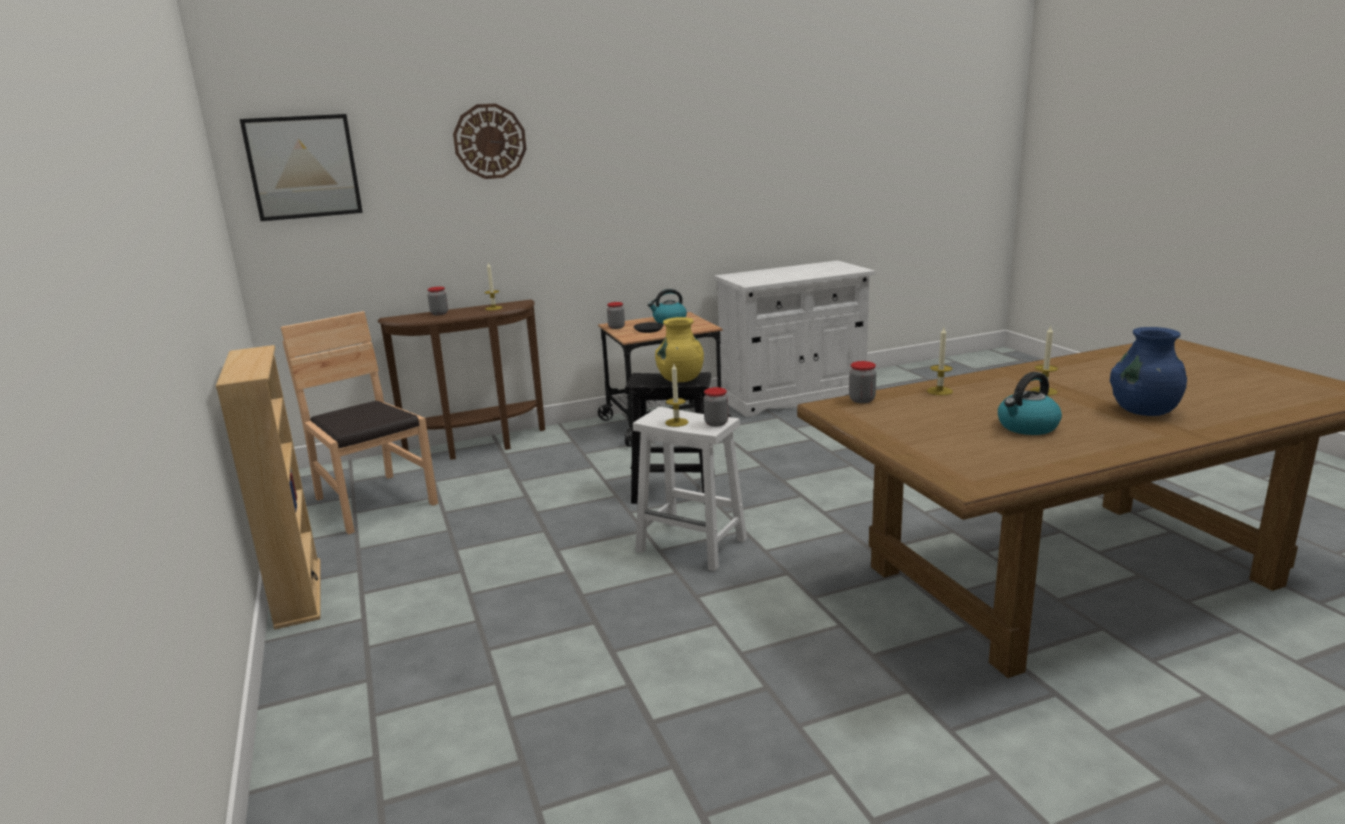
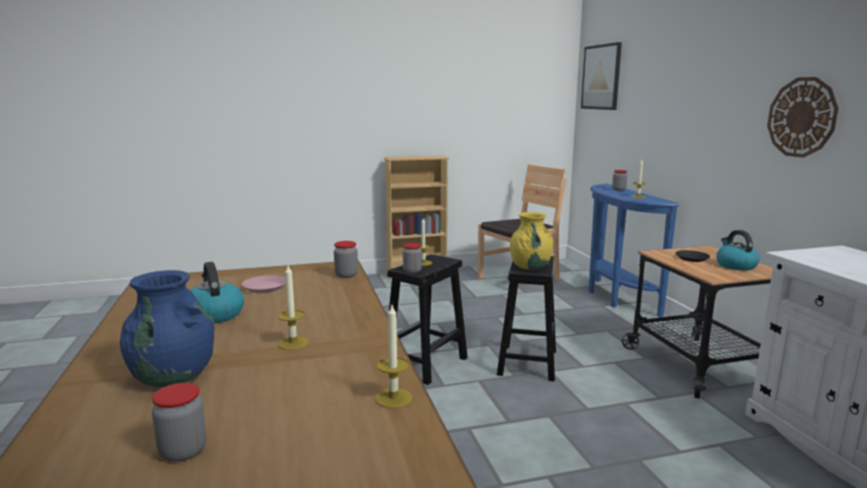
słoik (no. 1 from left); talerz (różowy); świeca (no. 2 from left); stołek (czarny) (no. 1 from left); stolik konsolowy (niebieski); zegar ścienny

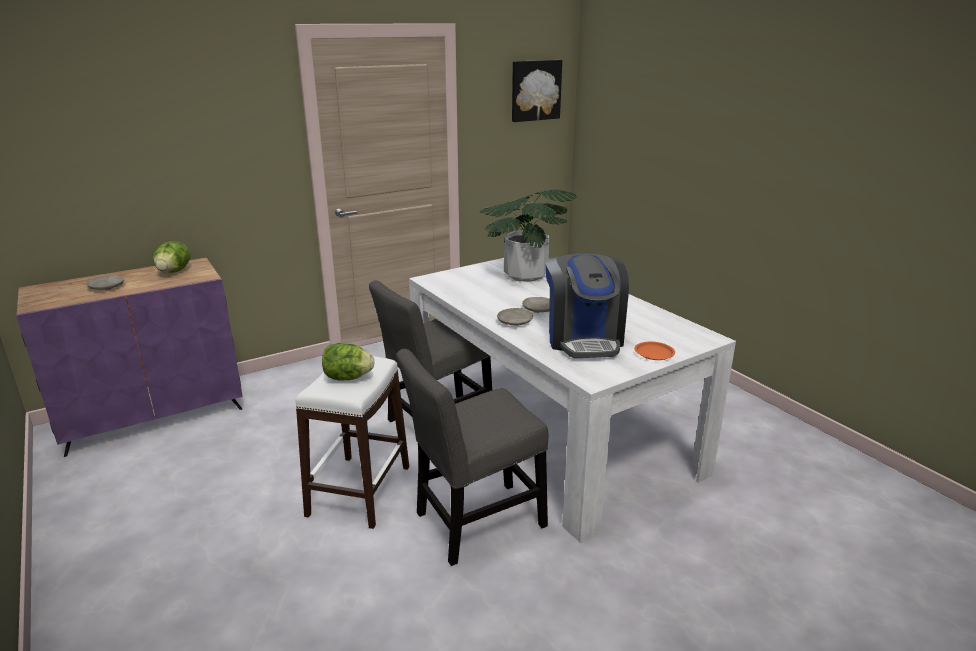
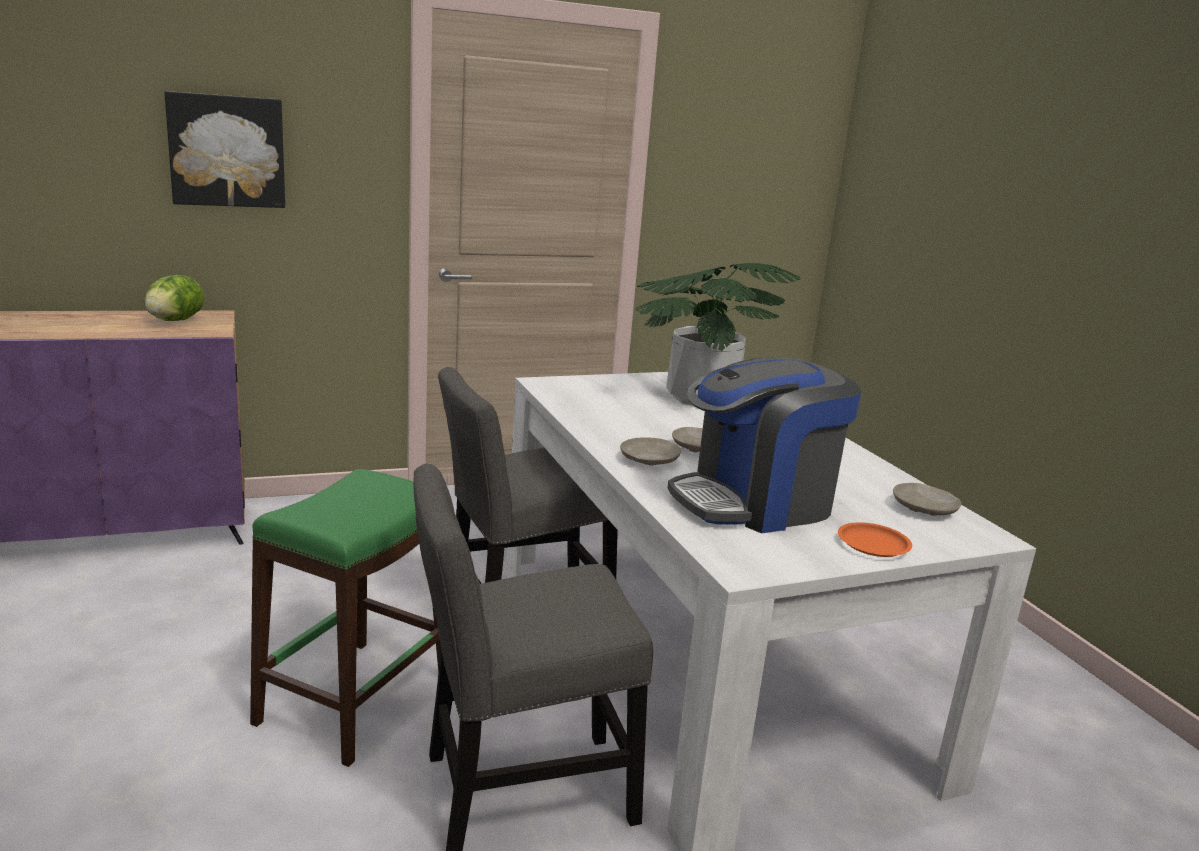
obraz; stołek (zielony); ekspres do kawy; talerz (beżowy) (no. 3 from left); sałata (no. 2 from left in the first image)

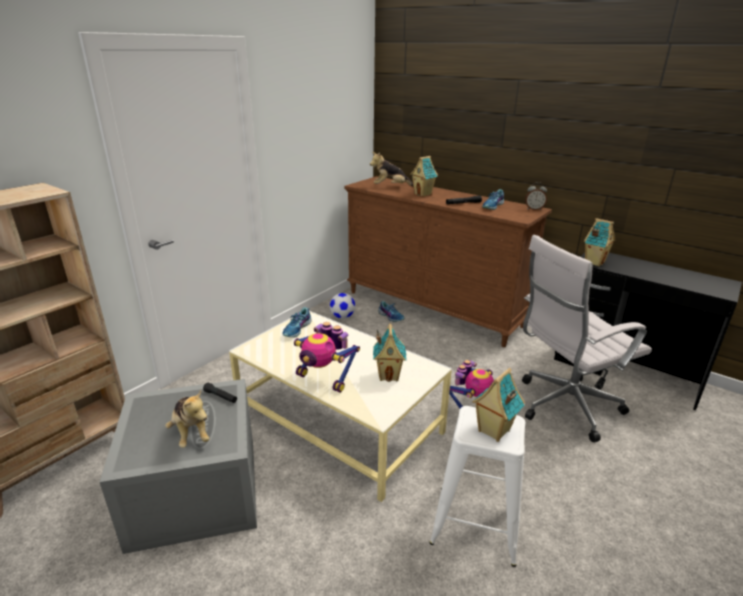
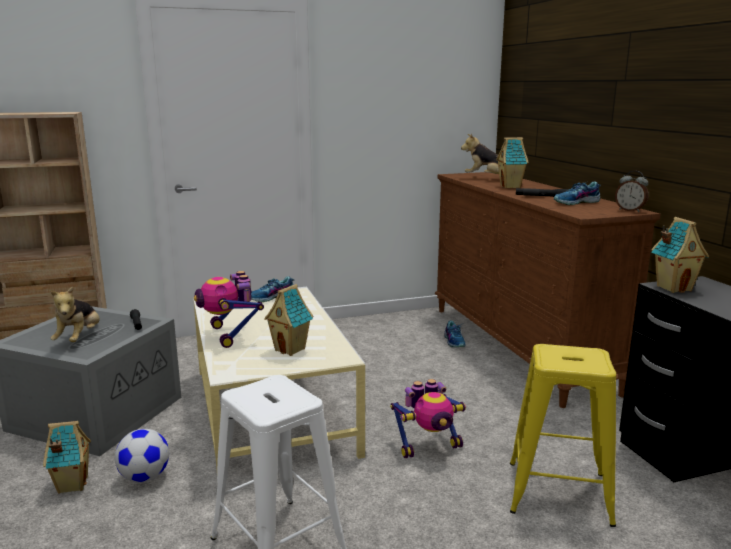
domek (no. 1 from left); piłka futbolowa; stołek (żółty)

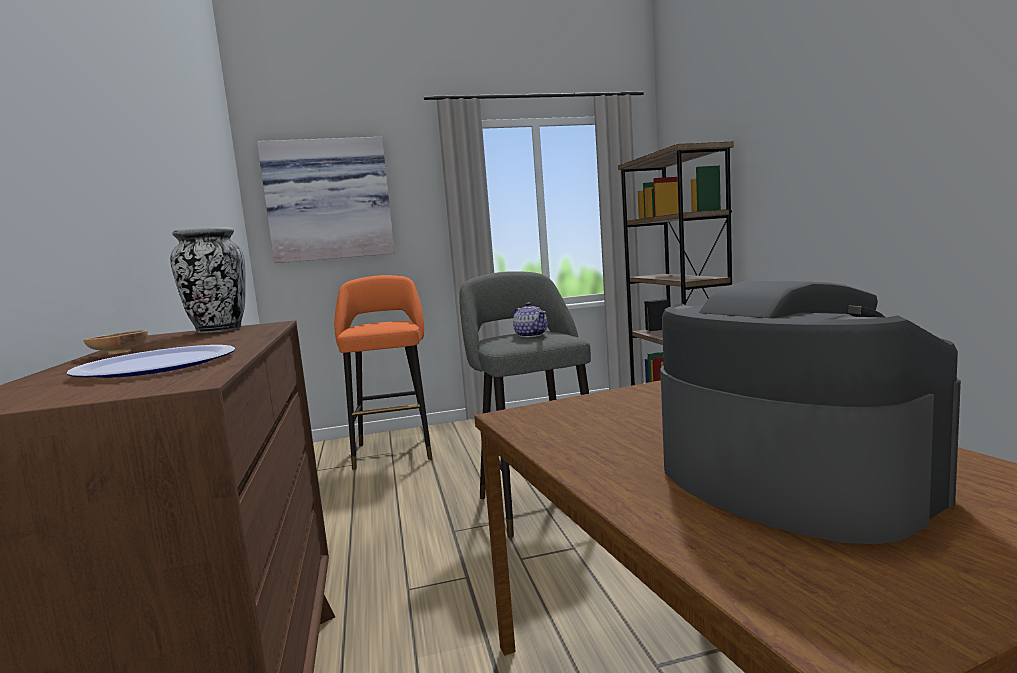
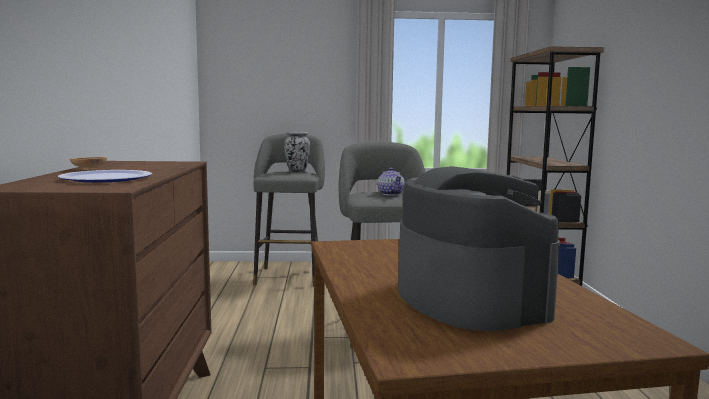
stołek (szary) (no. 1 from left); wazon; obraz

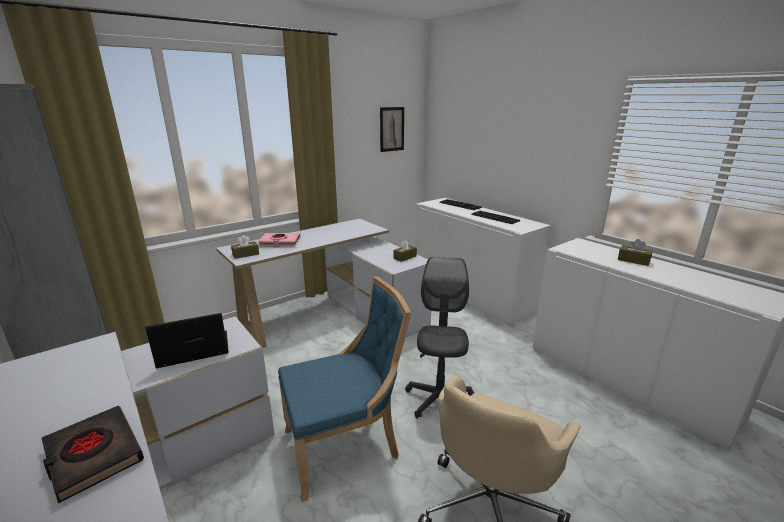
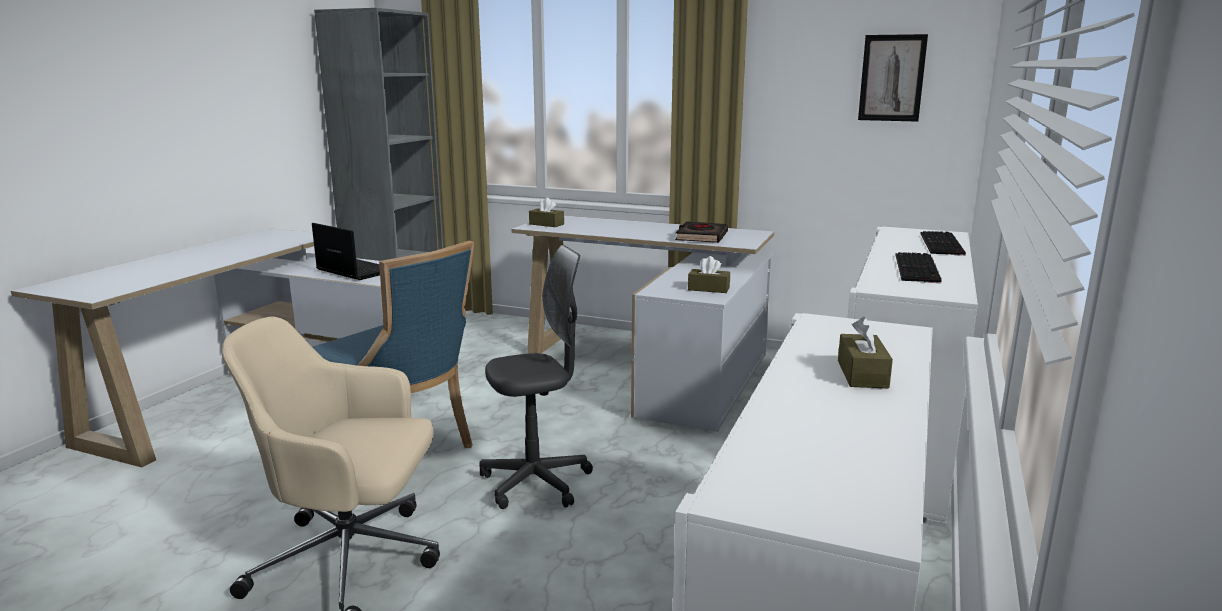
książka (czarny); książka (różowy)

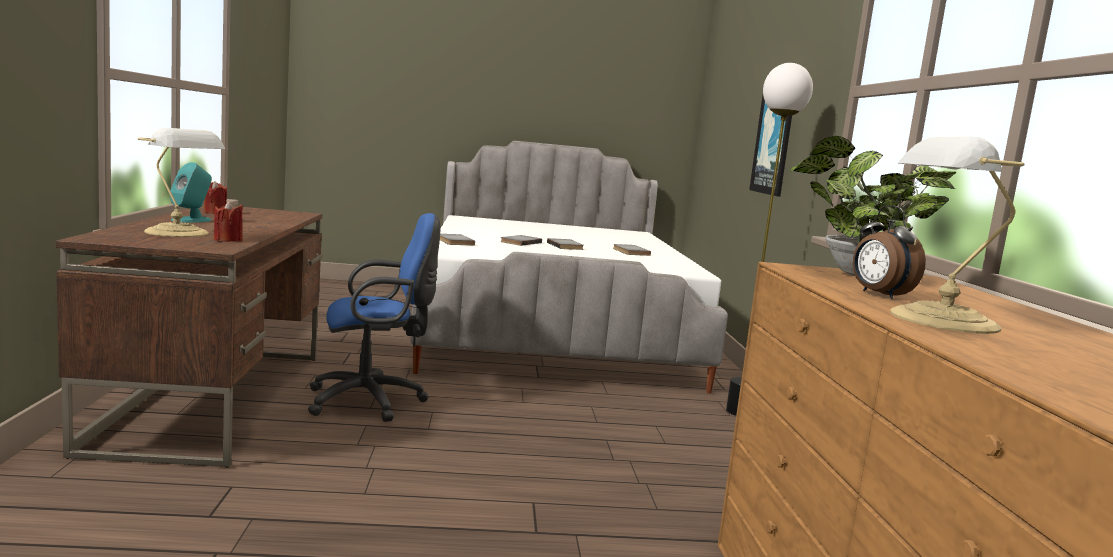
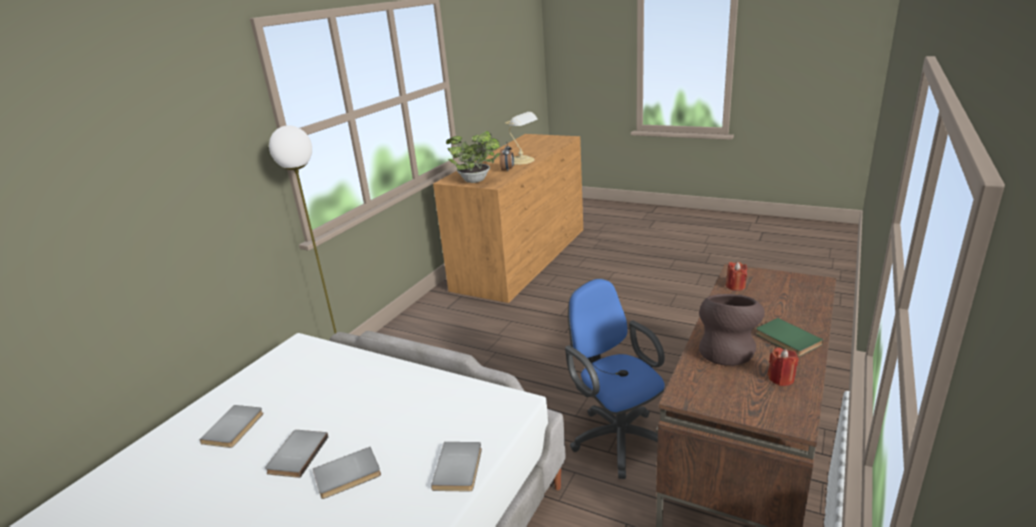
krzesło biurowe (niebieski); wazon (brązowy); książka (zielony); lampa stołowa (no. 1 from left in the first image); obraz

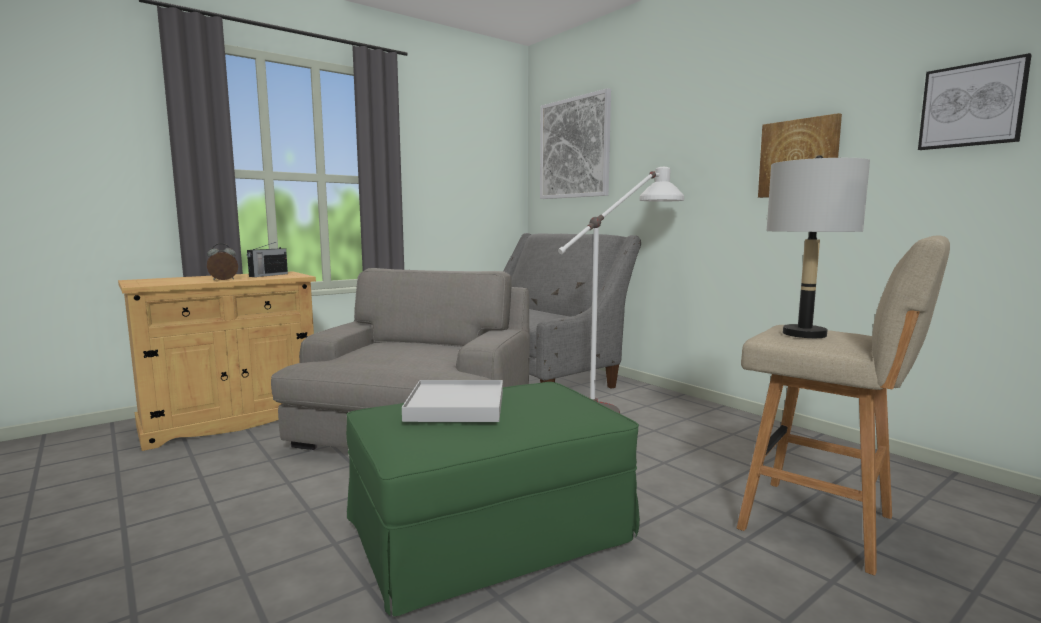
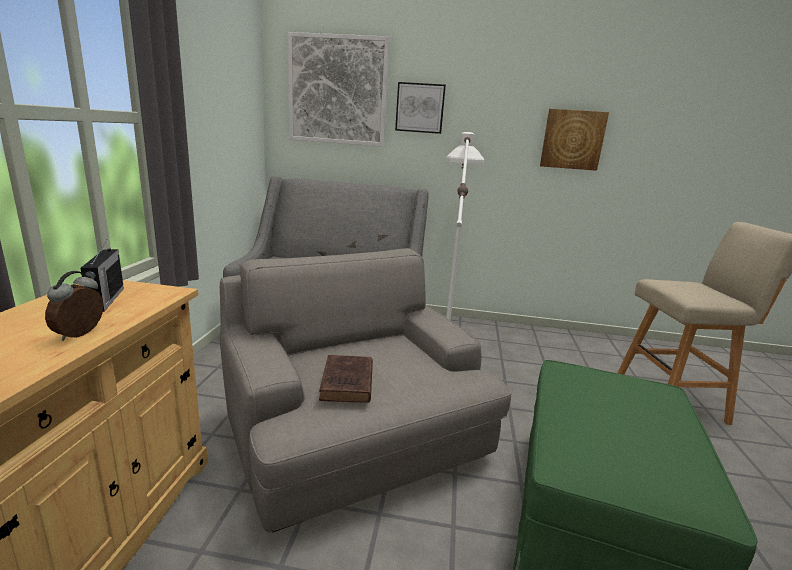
książka (brązowy); obraz (no. 2 from left); taca (biały); lampa stołowa (szary)

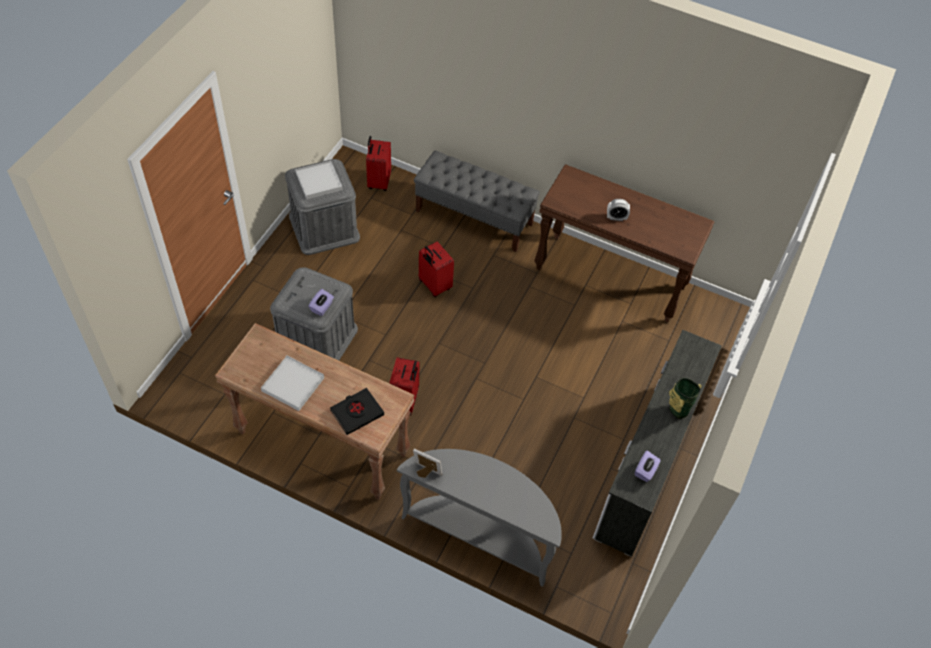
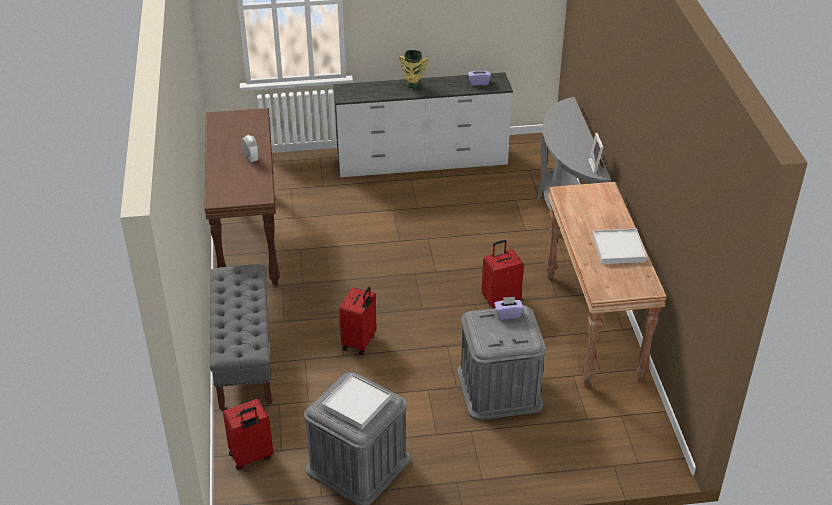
książka (czarny)

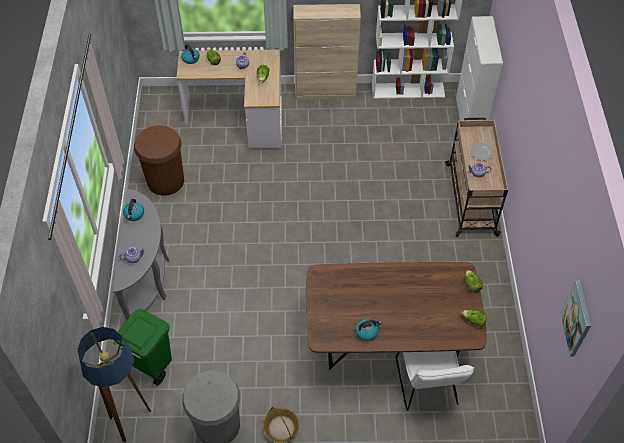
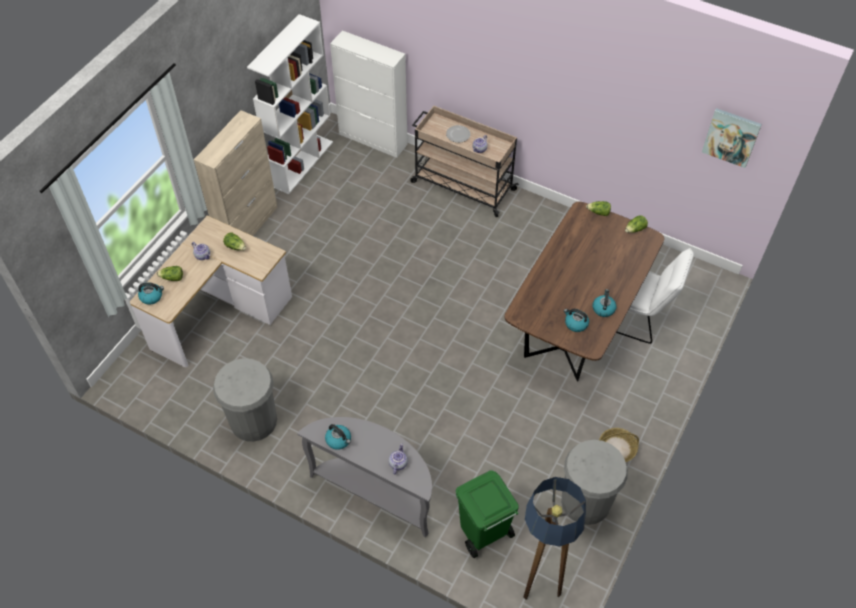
kosz na śmieci (szary) (no. 1 from left); czajnik (no. 3 from left)

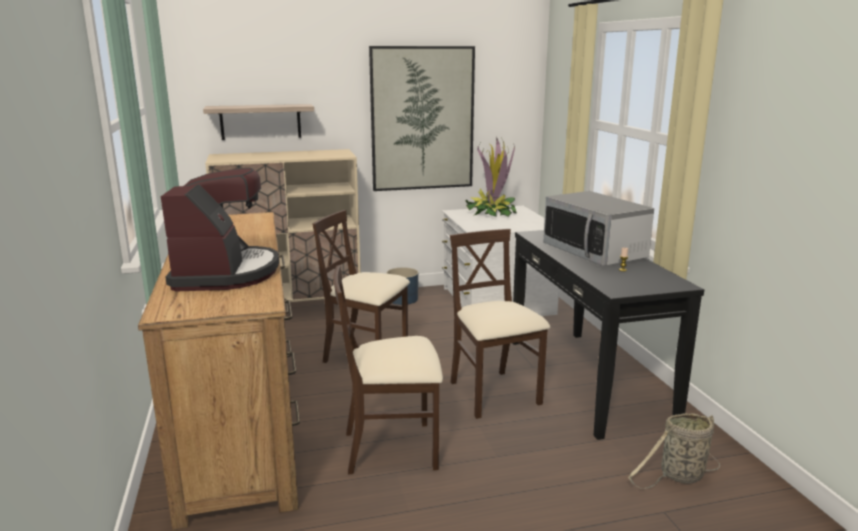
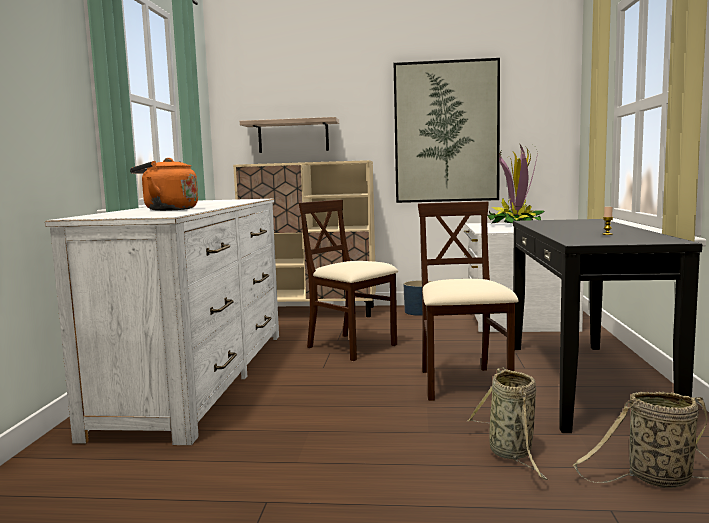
komoda (biały) (no. 1 from left); czajnik (pomarańczowy); koszyk (no. 1 from left); krzesło (beżowy) (no. 2 from left in the first image); mikrofalówka

